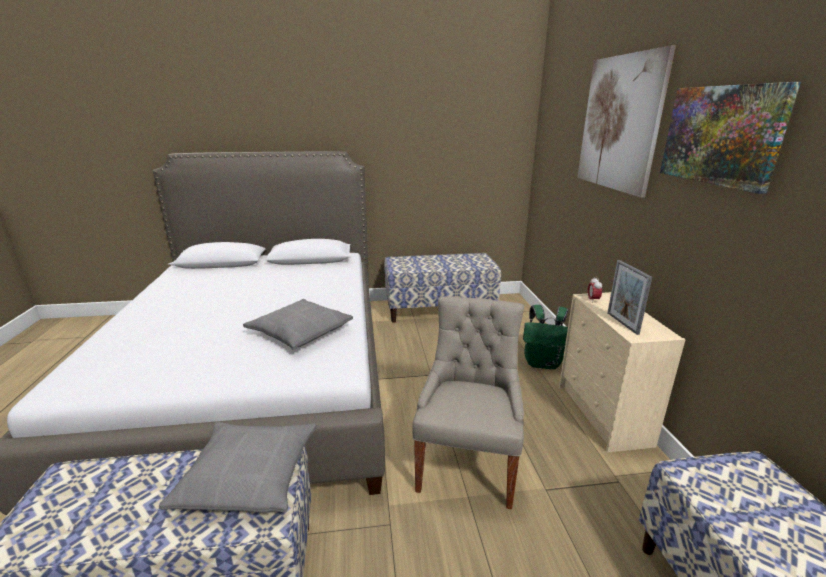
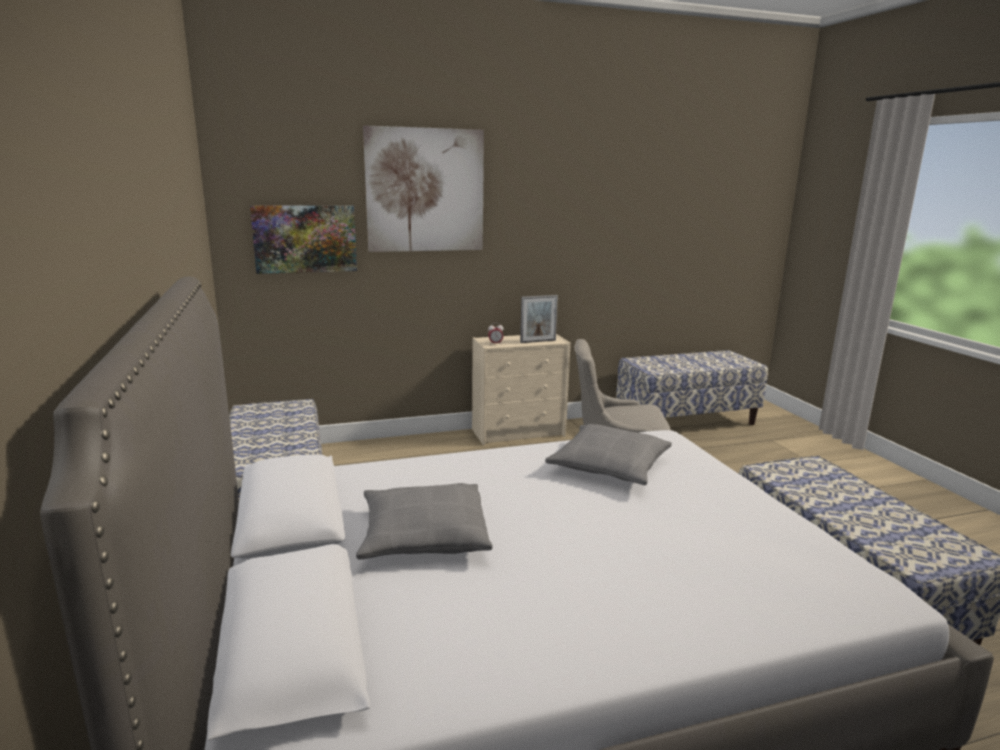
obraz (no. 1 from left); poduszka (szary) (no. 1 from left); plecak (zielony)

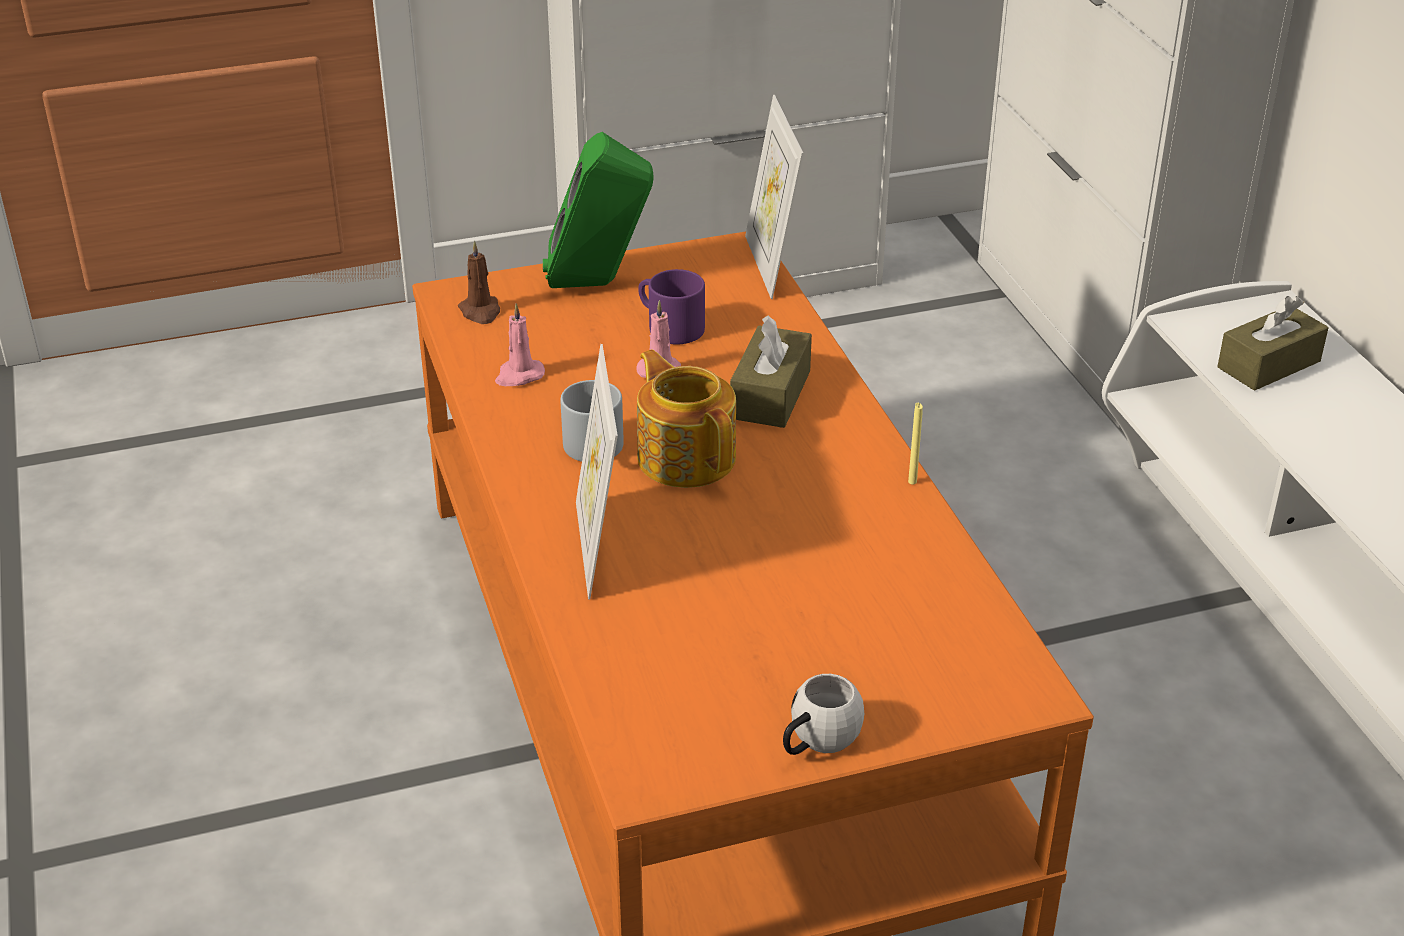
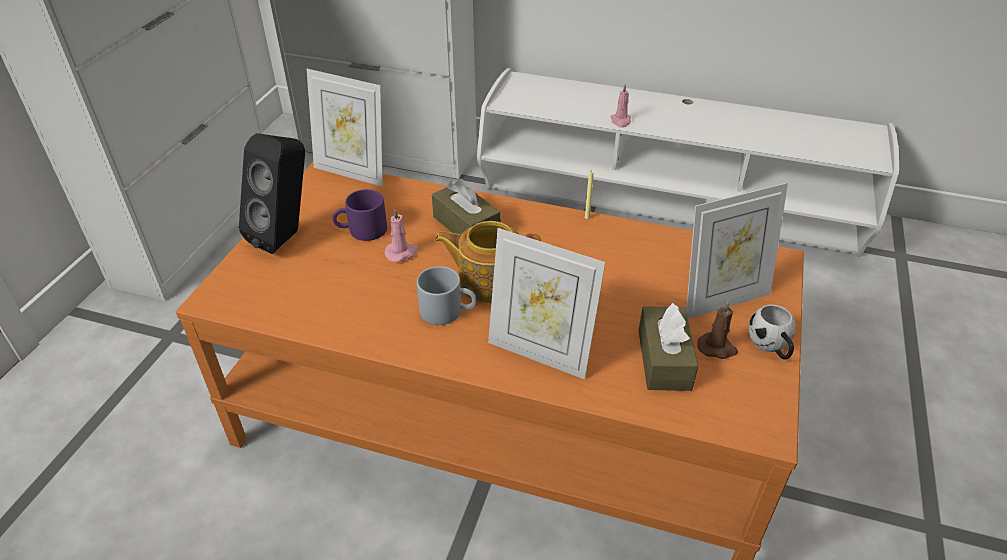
głośnik (czarny); świeca (różowy) (no. 2 from left); pudełko chusteczek (brązowy) (no. 2 from left); ramka na zdjęcie (no. 3 from left); świeca (brązowy)

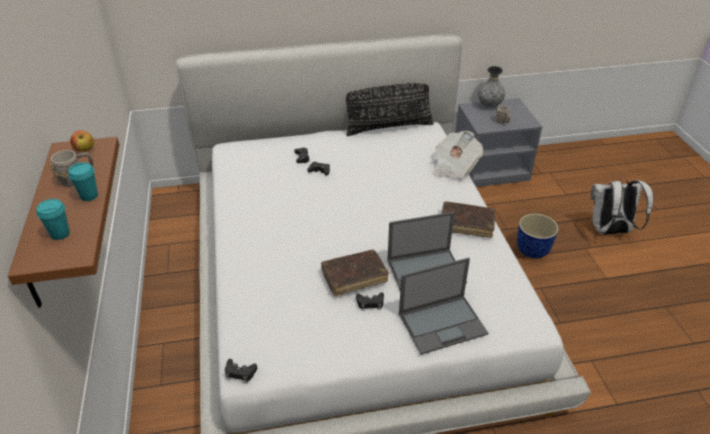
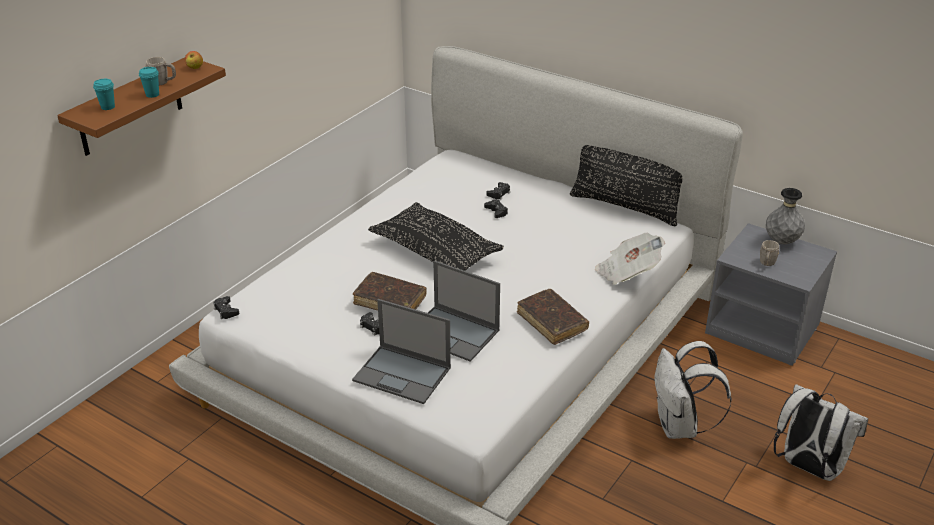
poduszka (czarny) (no. 1 from left); plecak (biały) (no. 1 from left)

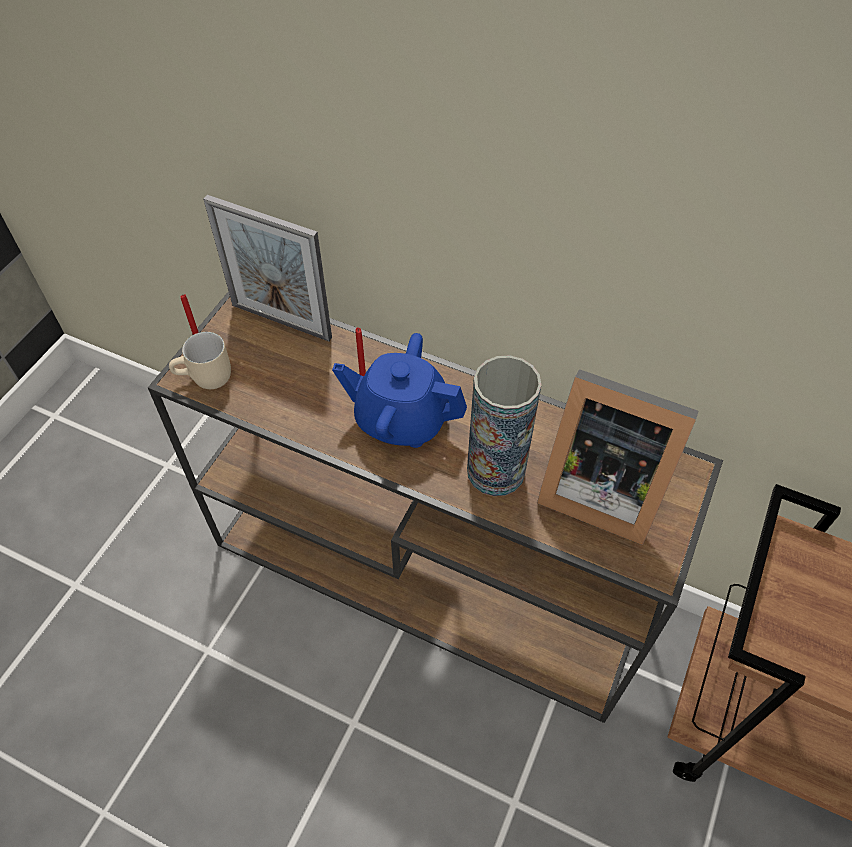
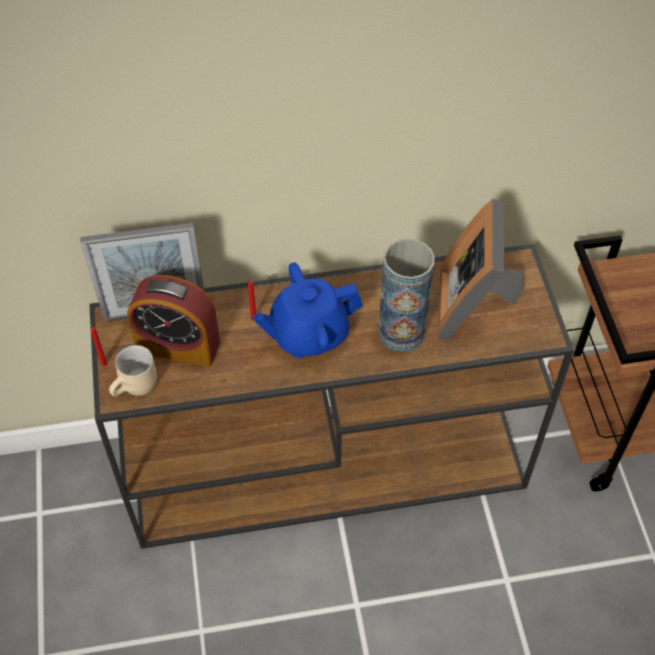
budzik; ramka na zdjęcie (no. 2 from left)

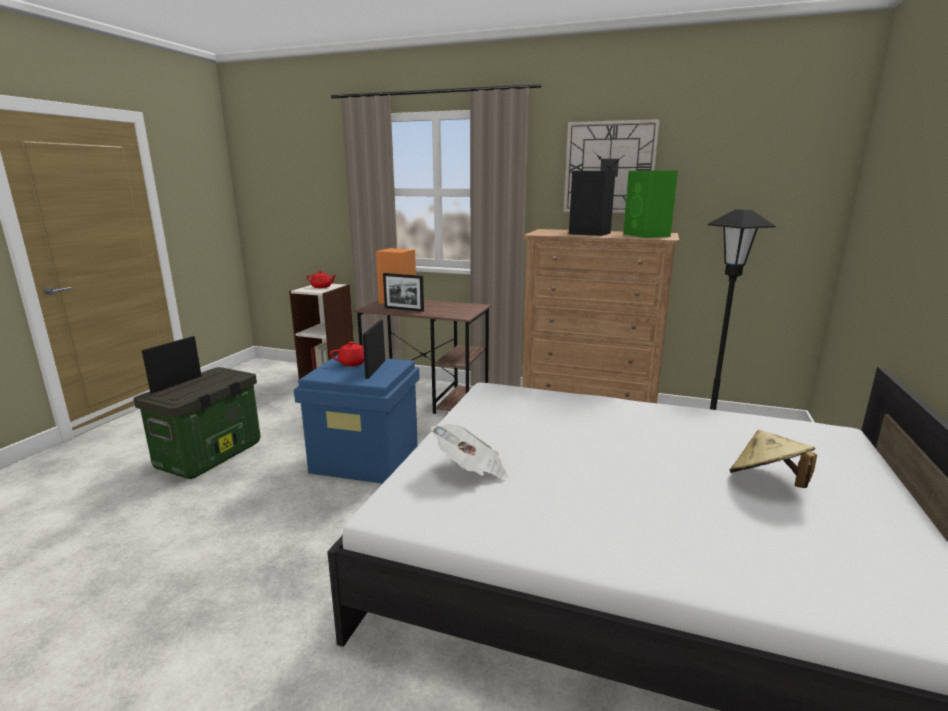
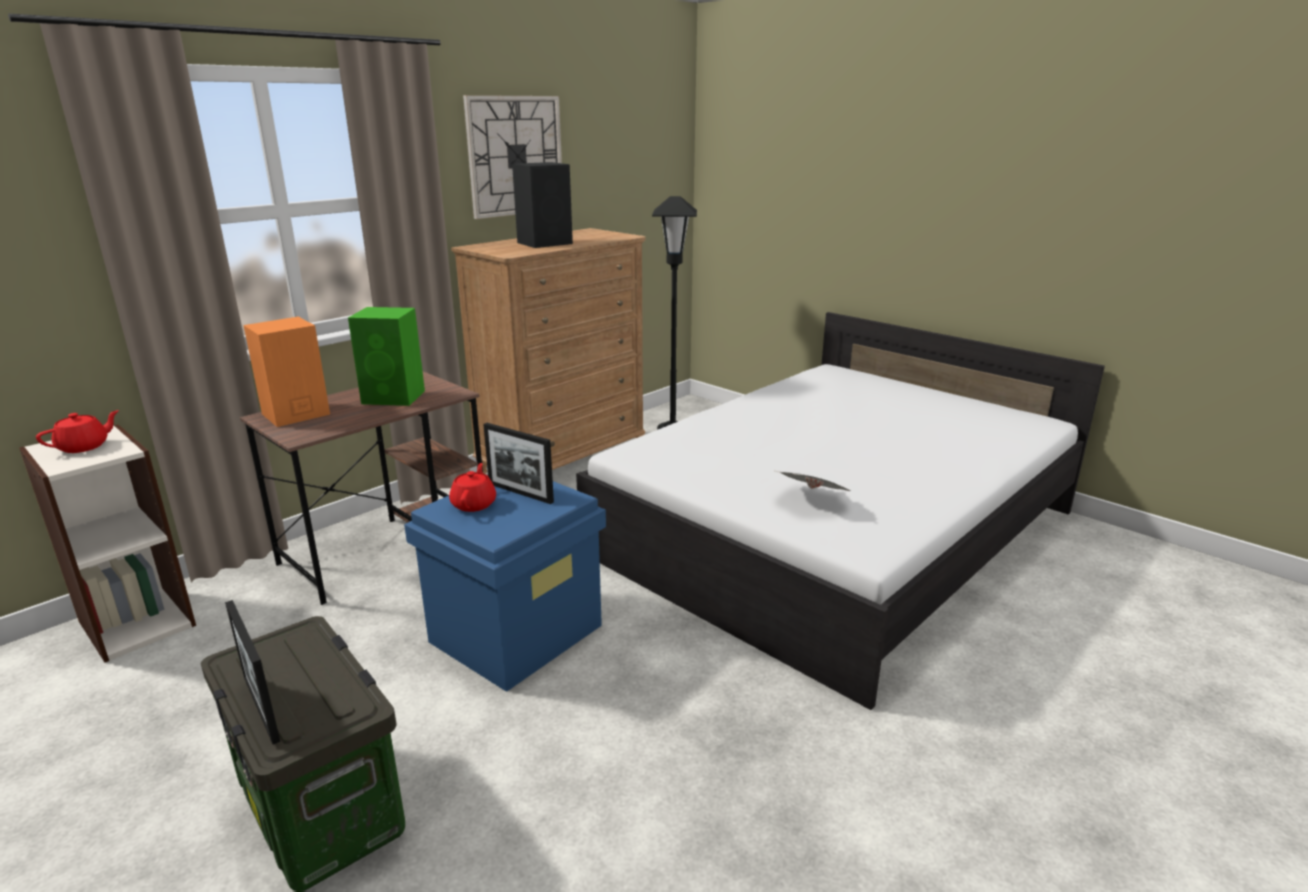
głośnik (zielony); ramka na zdjęcie (no. 3 from left in the first image); kapelusz (beżowy)

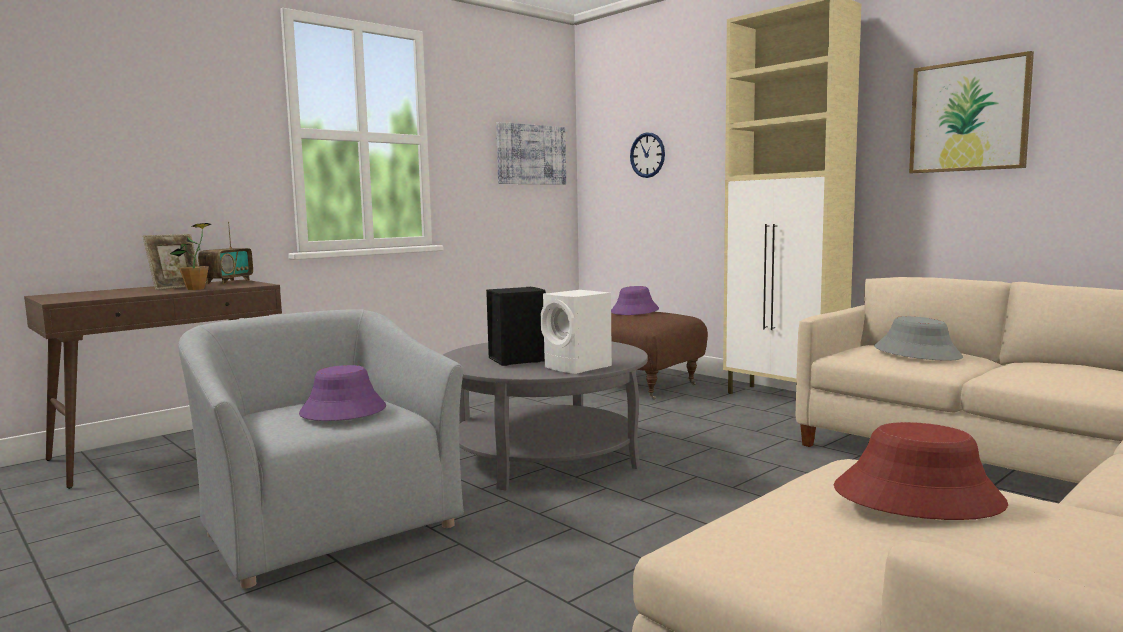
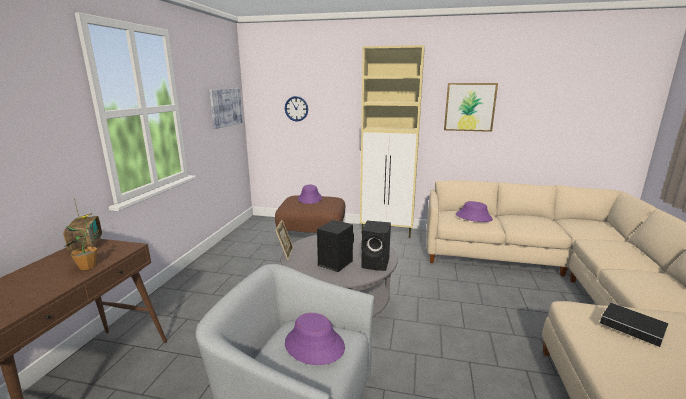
ramka na zdjęcie; głośnik (czarny) (no. 2 from left); kapelusz (fioletowy) (no. 3 from left); książka

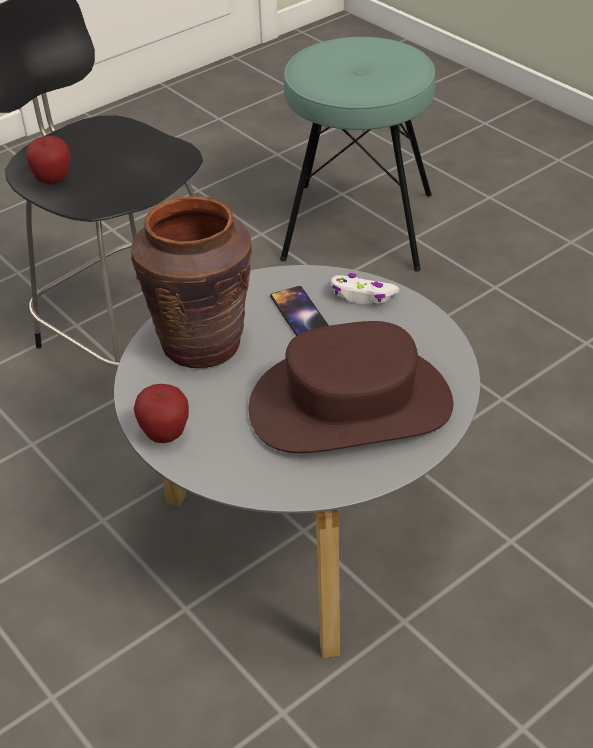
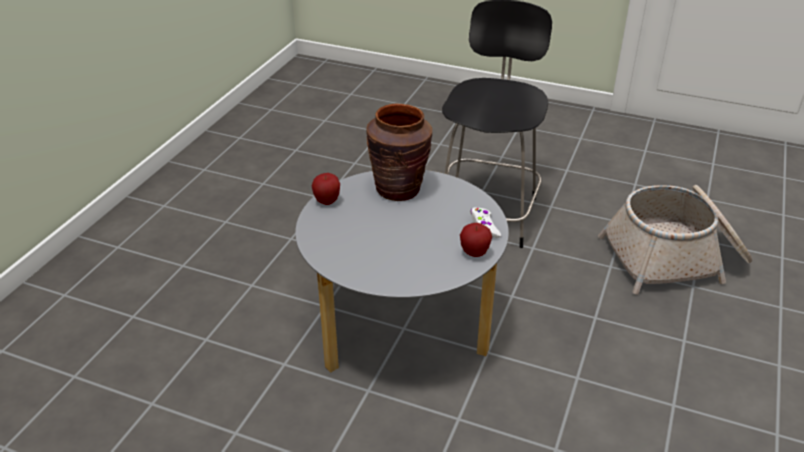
jabłko (no. 2 from left); koszyk; kapelusz (brązowy); telefon

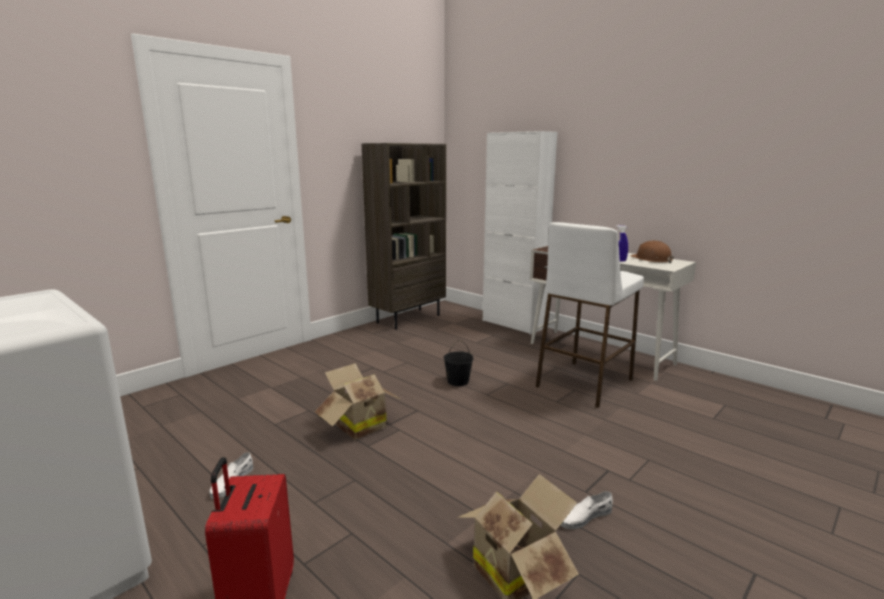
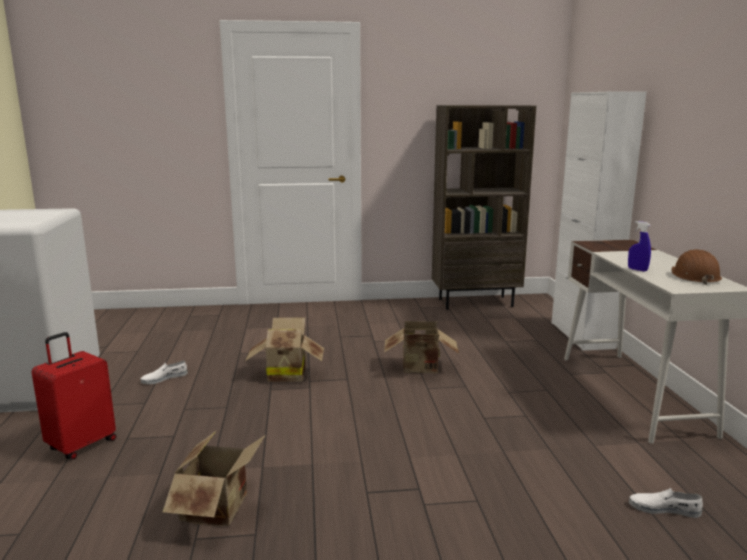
karton (no. 3 from left); but (biały) (no. 2 from left); stołek (biały)

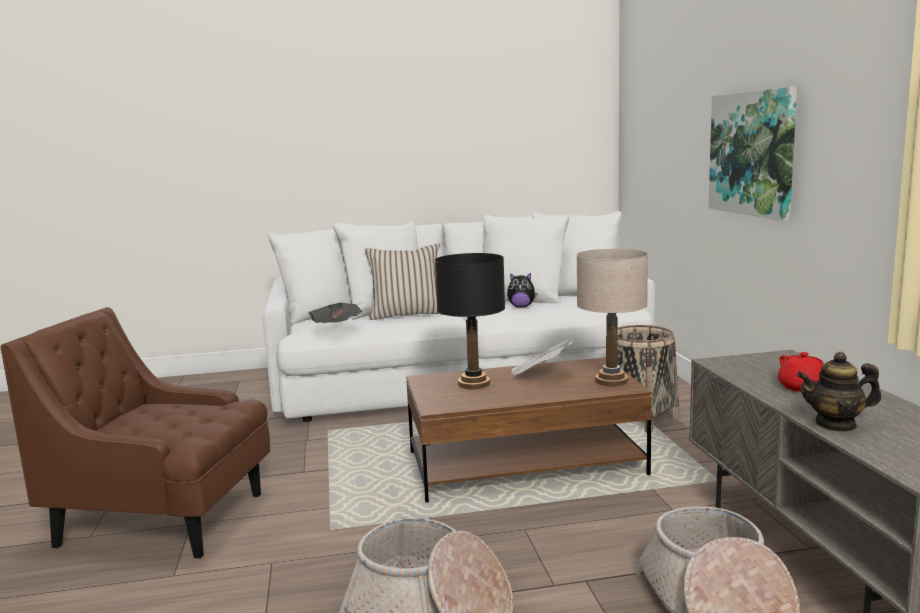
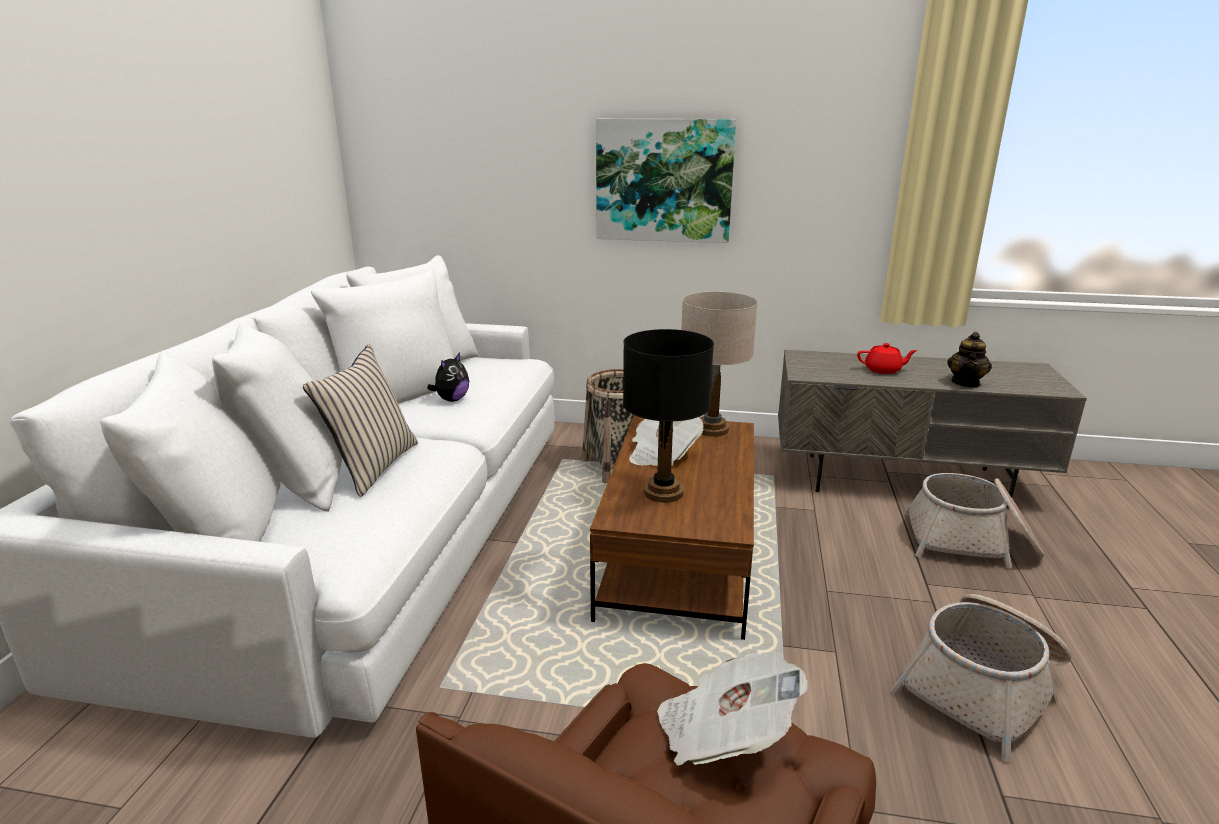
gazeta (no. 2 from left)

